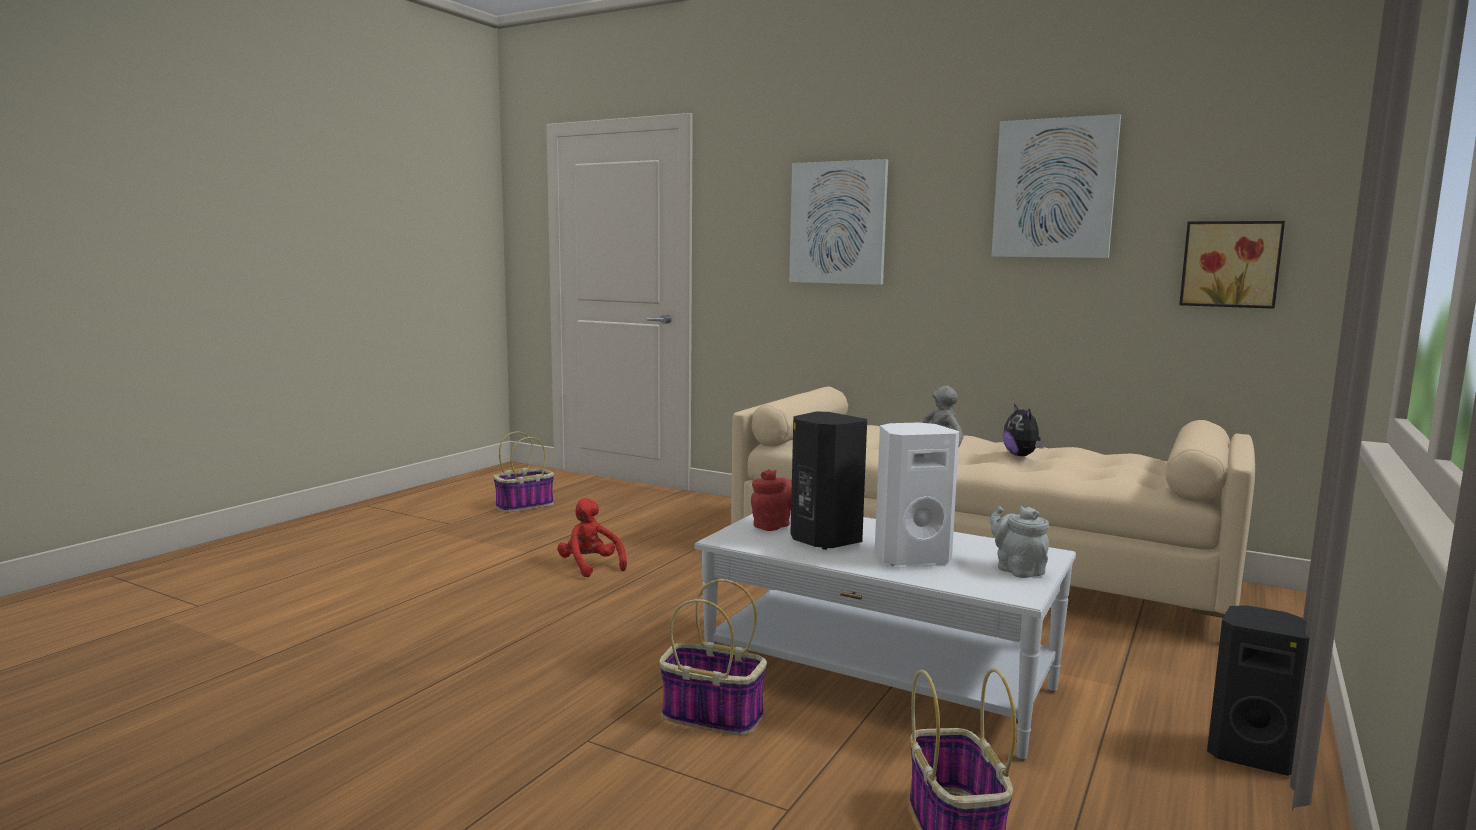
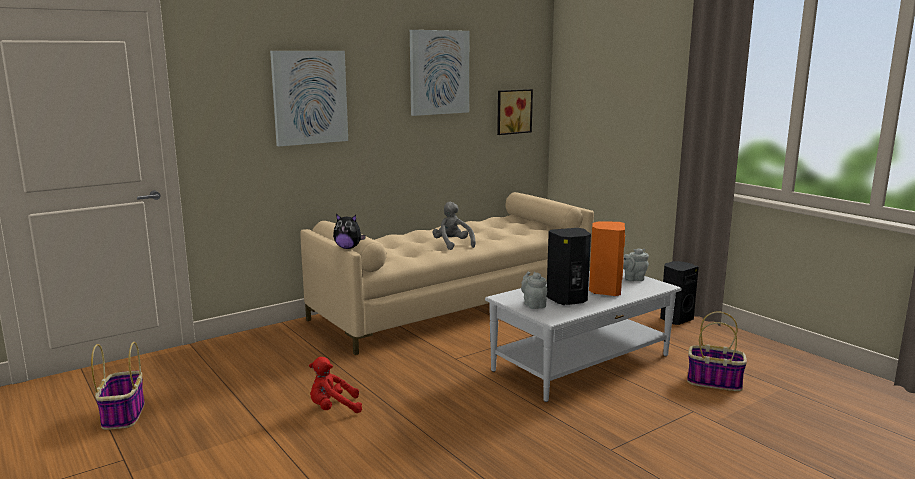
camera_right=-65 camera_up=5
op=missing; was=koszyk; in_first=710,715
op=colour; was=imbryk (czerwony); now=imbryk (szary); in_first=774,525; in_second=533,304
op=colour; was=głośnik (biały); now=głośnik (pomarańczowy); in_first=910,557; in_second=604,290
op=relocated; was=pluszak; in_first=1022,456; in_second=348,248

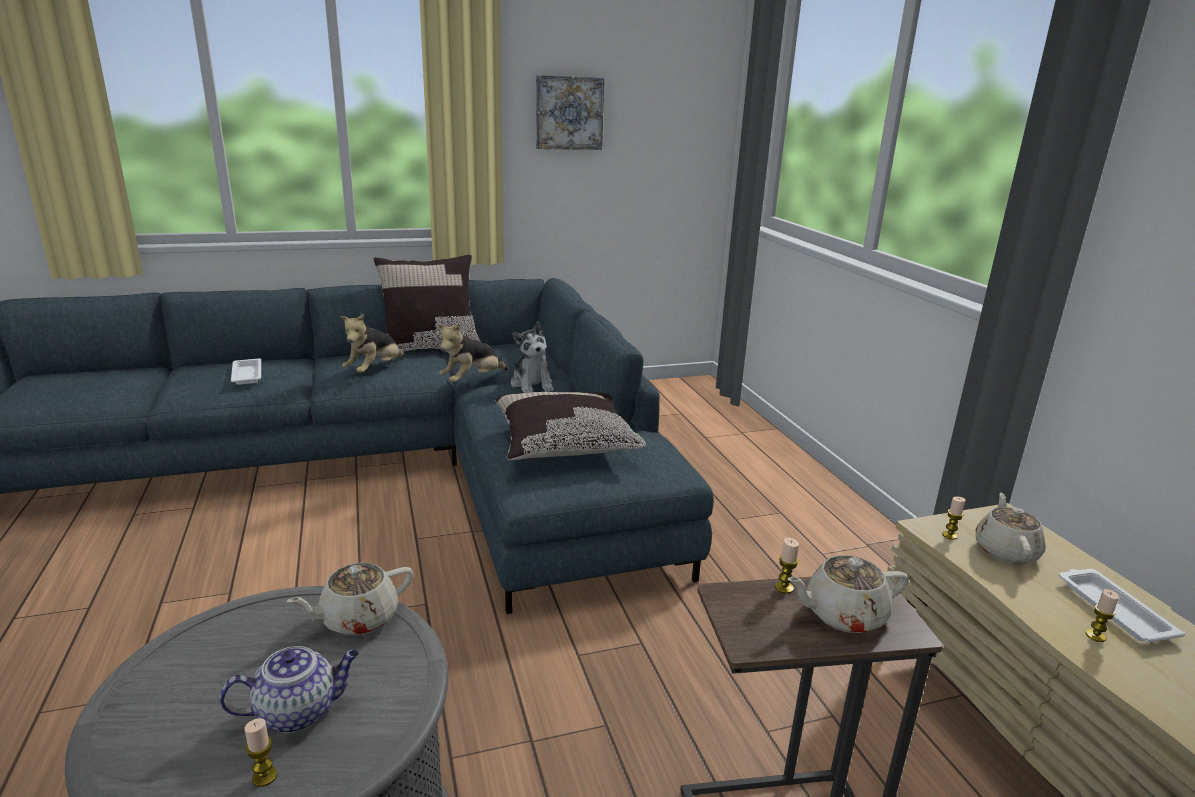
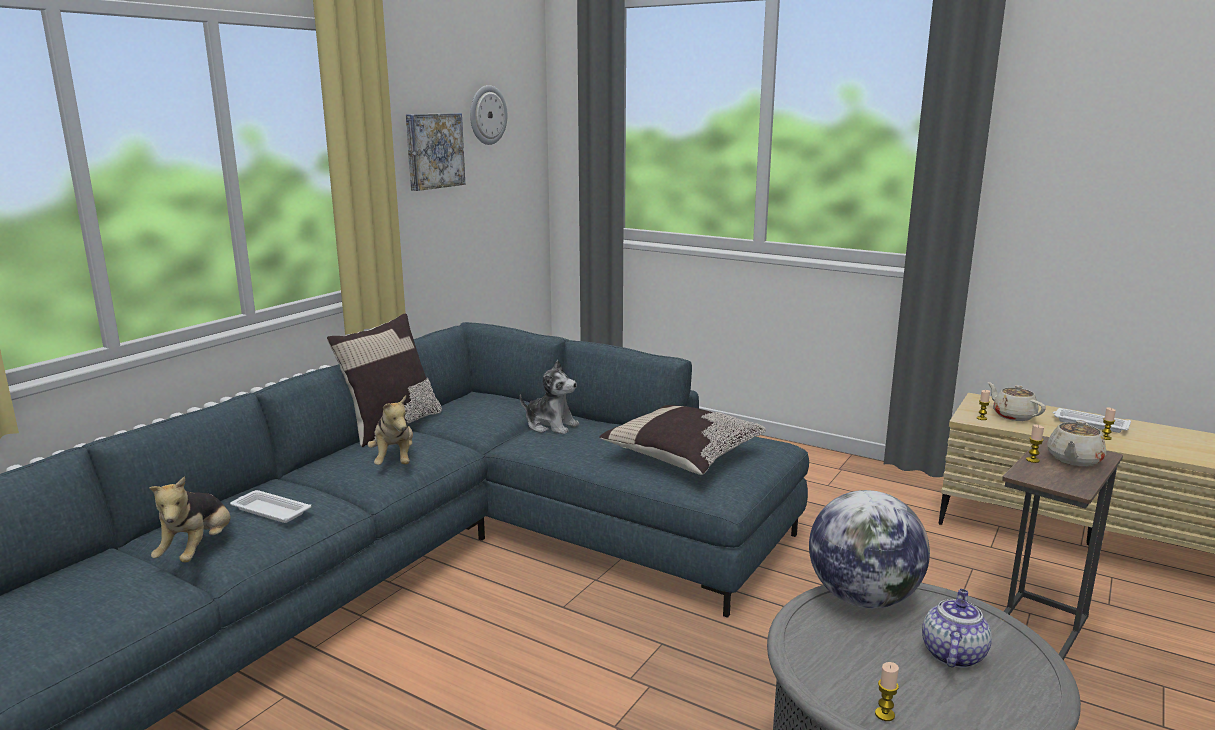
camera_right=-40 camera_up=-5
op=relocated; was=świeca; in_first=264,777; in_second=884,714
op=exchanged; was=imbryk (beżowy); now=globus; in_first=357,618; in_second=862,598
op=relocated; was=pluszak; in_first=472,380; in_second=198,550
op=appeared; now=zegar ścienny; in_second=487,115

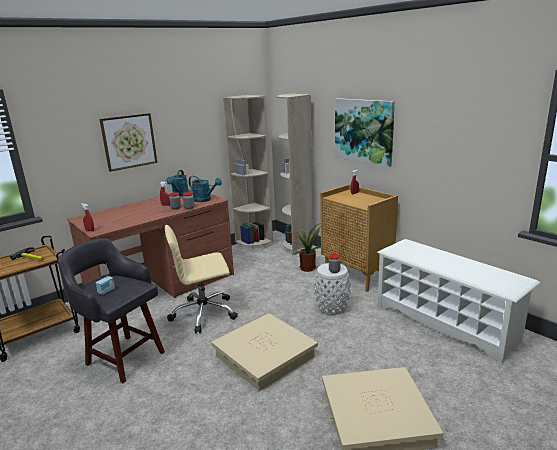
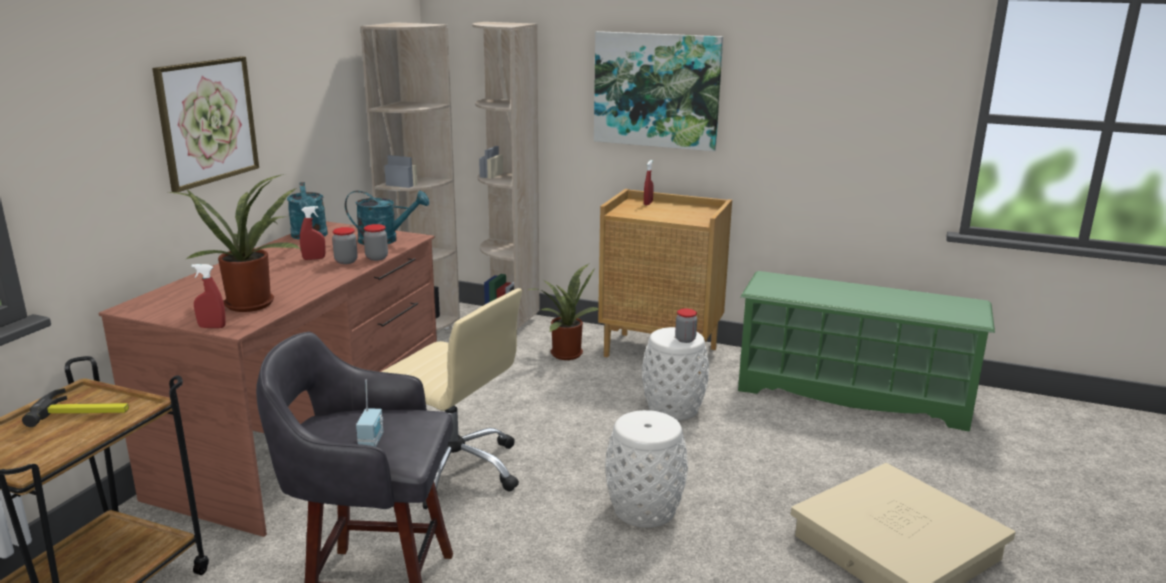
camera_right=-30 camera_up=0
op=spun; was=krzesło biurowe (beżowy); in_first=203,314; in_second=455,470; clockwise=-105
op=exchanged; was=pojemnik do przechowywania (beżowy); now=stołek (biały); in_first=264,356; in_second=644,510
op=colour; was=regał na buty (biały); now=regał na buty (zielony); in_first=446,322; in_second=853,394
op=appeared; now=roślina doniczkowa; in_second=252,302

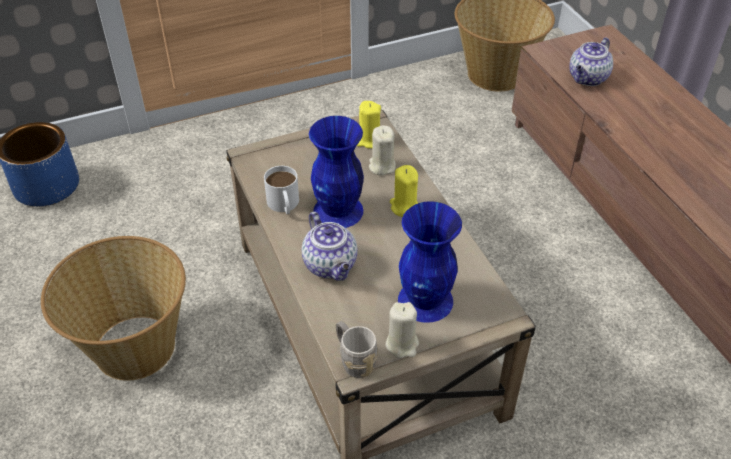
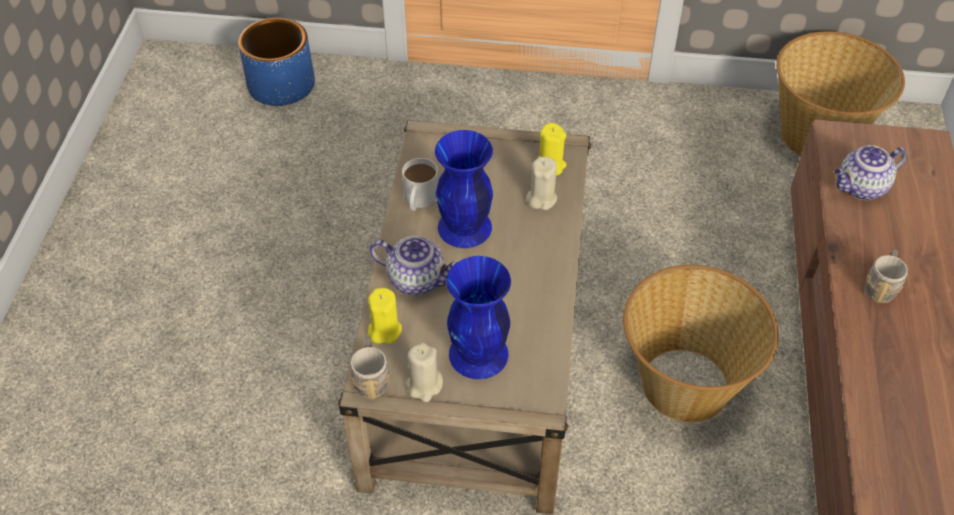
camera_right=30 camera_up=5
op=relocated; was=koszyk; in_first=133,346; in_second=684,383
op=spun; was=imbryk; in_first=331,266; in_second=418,279; clockwise=-75
op=relocated; was=świeca (żółty); in_first=404,207; in_second=384,330
op=appeared; now=kubek (szary); in_second=880,287

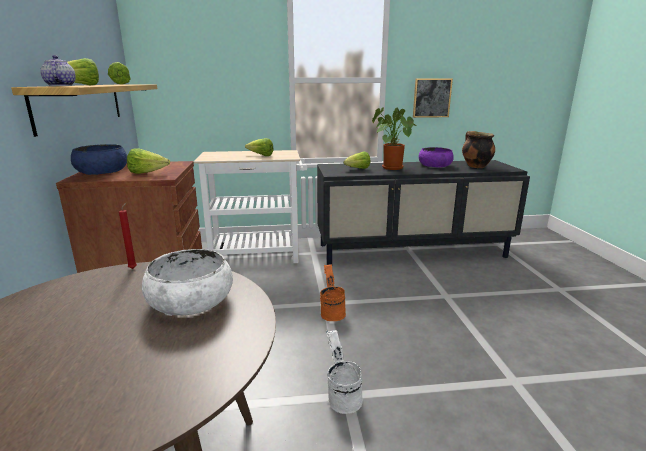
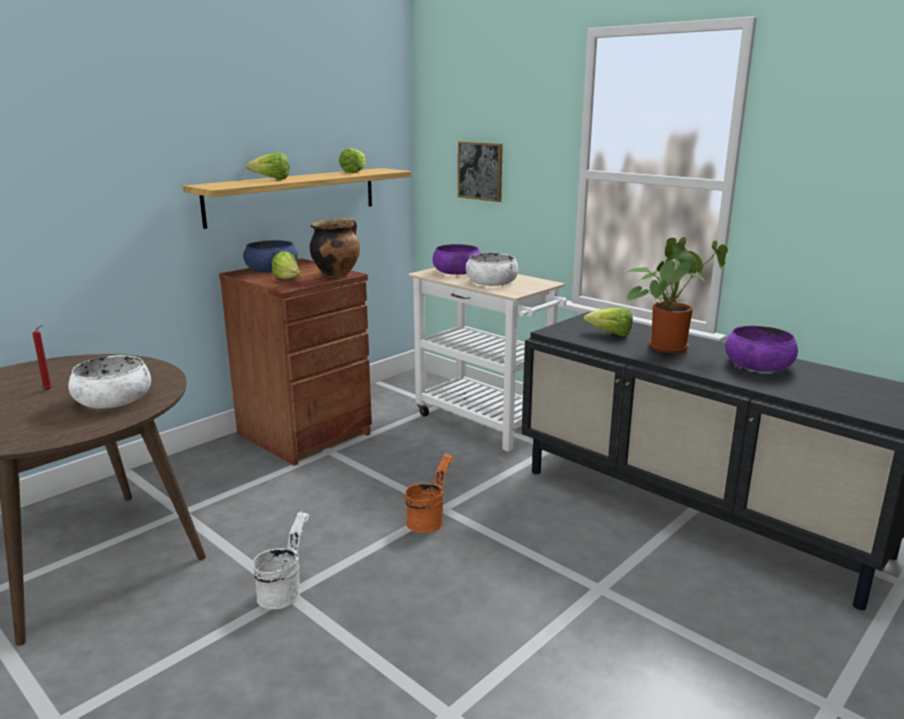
camera_right=50 camera_up=0
op=missing; was=imbryk; in_first=60,86
op=relocated; was=świeca (czerwony); in_first=133,268; in_second=49,389
op=exchanged; was=sałata; now=miska (biały); in_first=261,156; in_second=491,282
op=relocated; was=obraz; in_first=431,98; in_second=480,171
op=relocated; was=garnek; in_first=475,166; in_second=336,274
op=appeared; now=miska (fioletowy); in_second=457,271

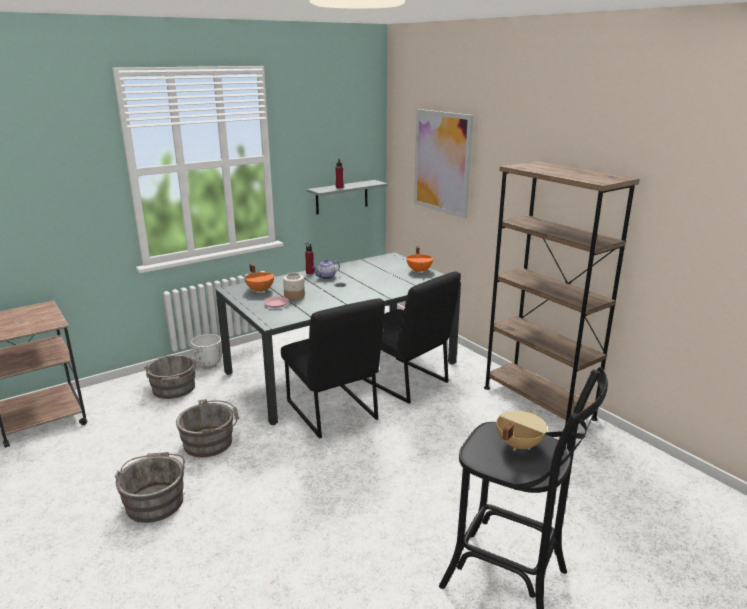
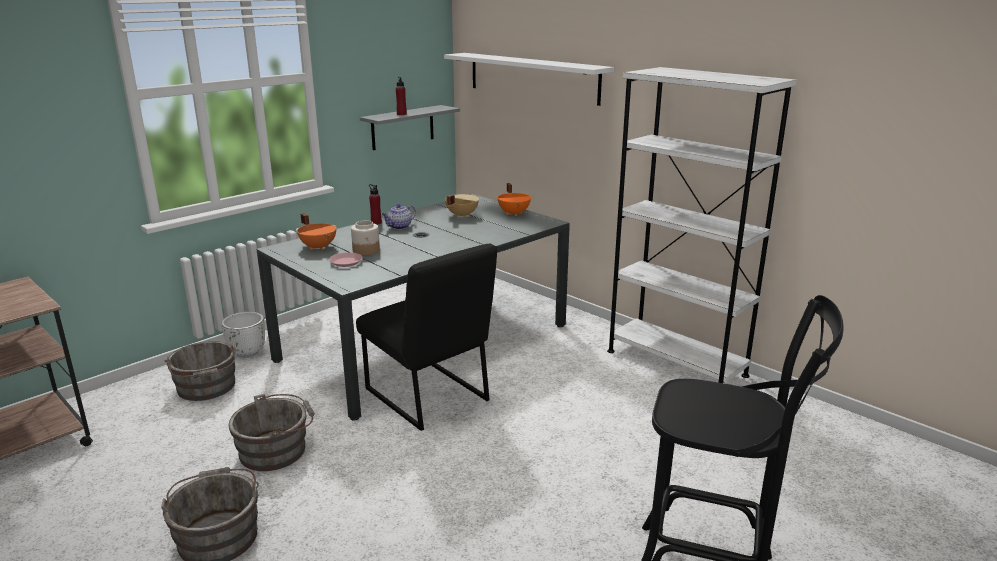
camera_right=-10 camera_up=0
op=missing; was=krzesło (czarny); in_first=404,380
op=exchanged; was=obraz; now=półka (biały); in_first=442,162; in_second=532,77
op=colour; was=regał (brązowy); now=regał (biały); in_first=538,403; in_second=675,363
op=relocated; was=garnek (beżowy); in_first=518,445; in_second=461,215

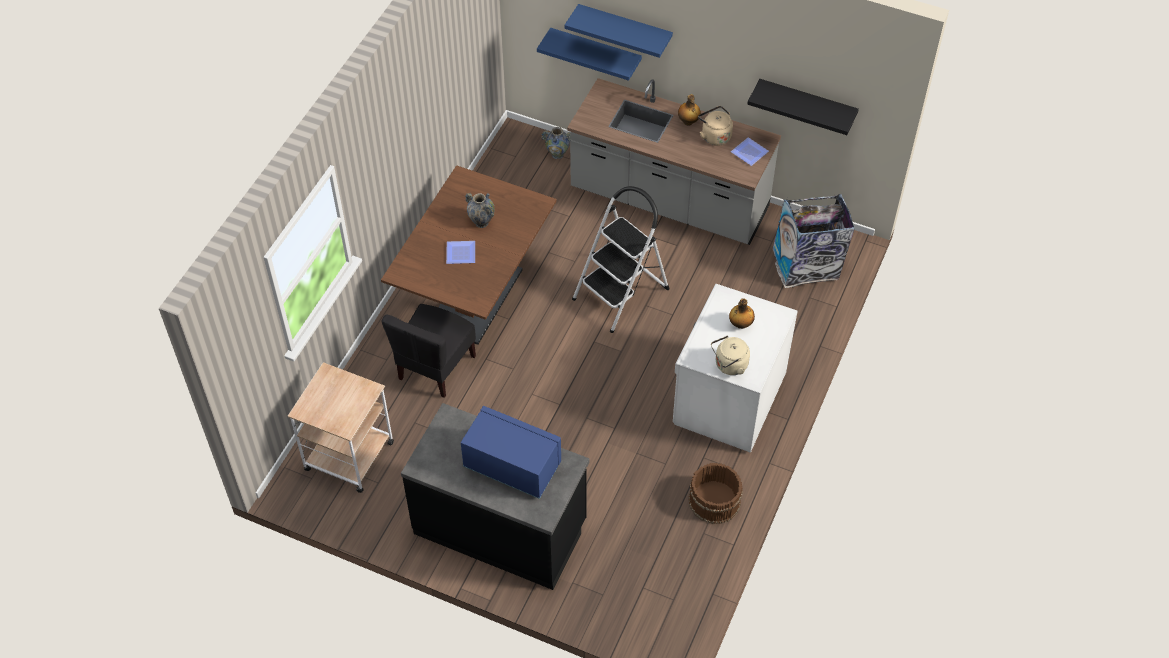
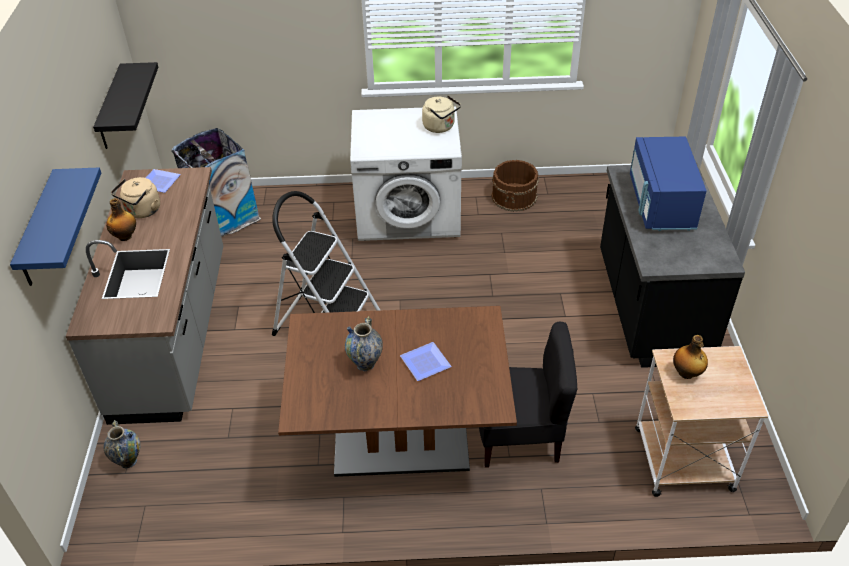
camera_right=-115 camera_up=-10
op=missing; was=półka (niebieski); in_first=595,51
op=relocated; was=butelka; in_first=740,324; in_second=686,373

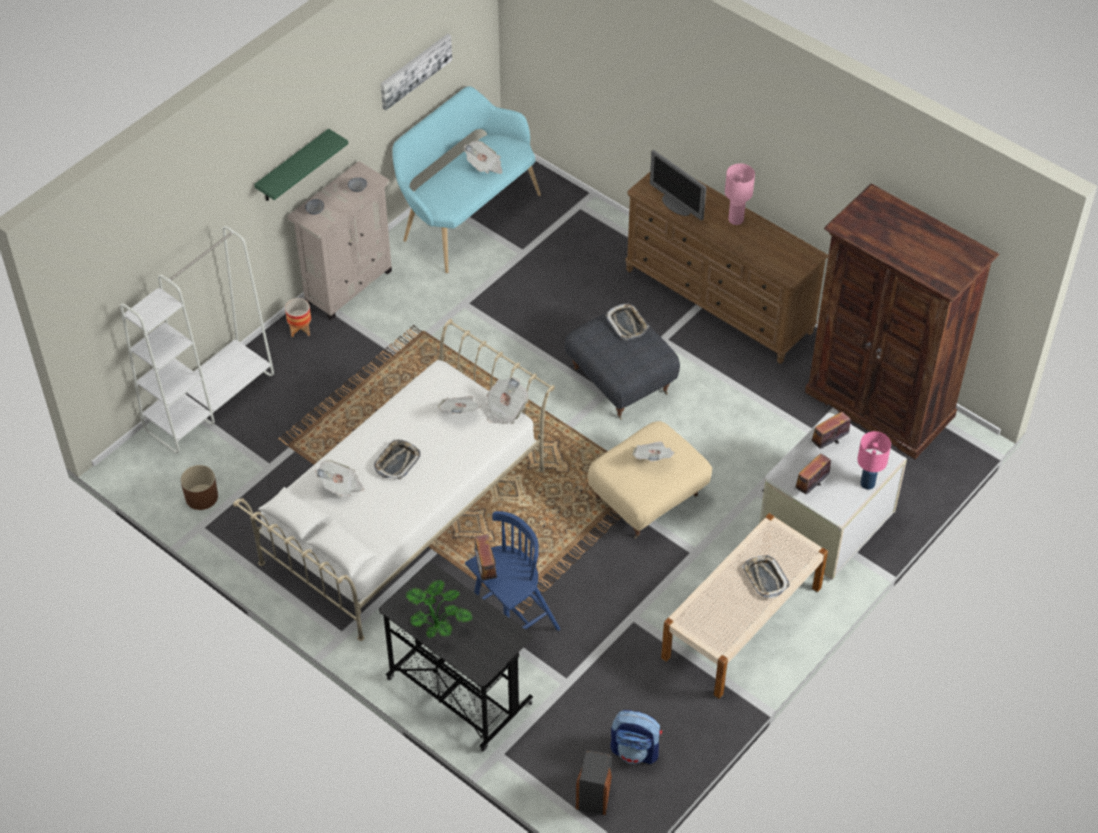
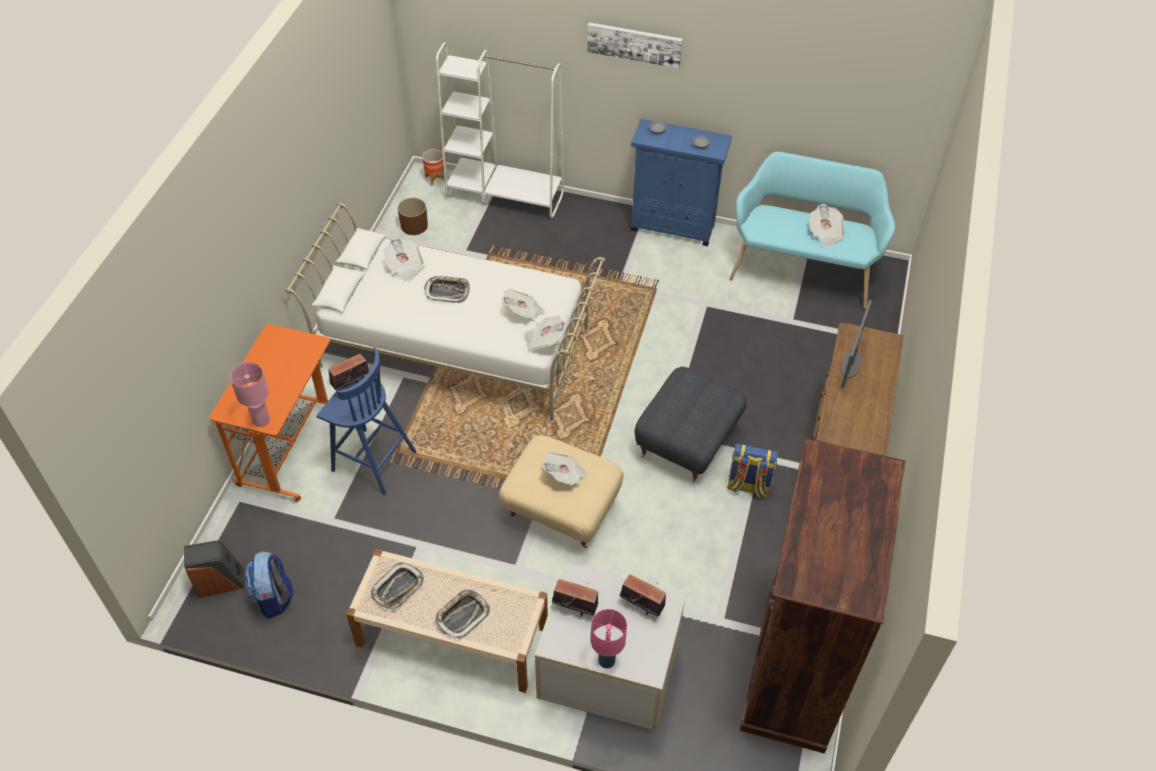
camera_right=65 camera_up=0
op=missing; was=półka (zielony); in_first=293,167
op=relocated; was=donica; in_first=300,329; in_second=435,178
op=colour; was=szafka (beżowy); now=szafka (niebieski); in_first=348,285; in_second=674,227
op=colour; was=biurko (czarny); now=biurko (pomarańczowy); in_first=459,691; in_second=292,448
op=relocated; was=obraz; in_first=415,70; in_second=634,44
op=missing; was=roślina doniczkowa; in_first=438,623
op=relocated; was=taca; in_first=627,324; in_second=398,588
op=relocated; was=lampa stołowa (różowy); in_first=735,219; in_second=261,420
op=appeared; now=plecak; in_second=748,486

